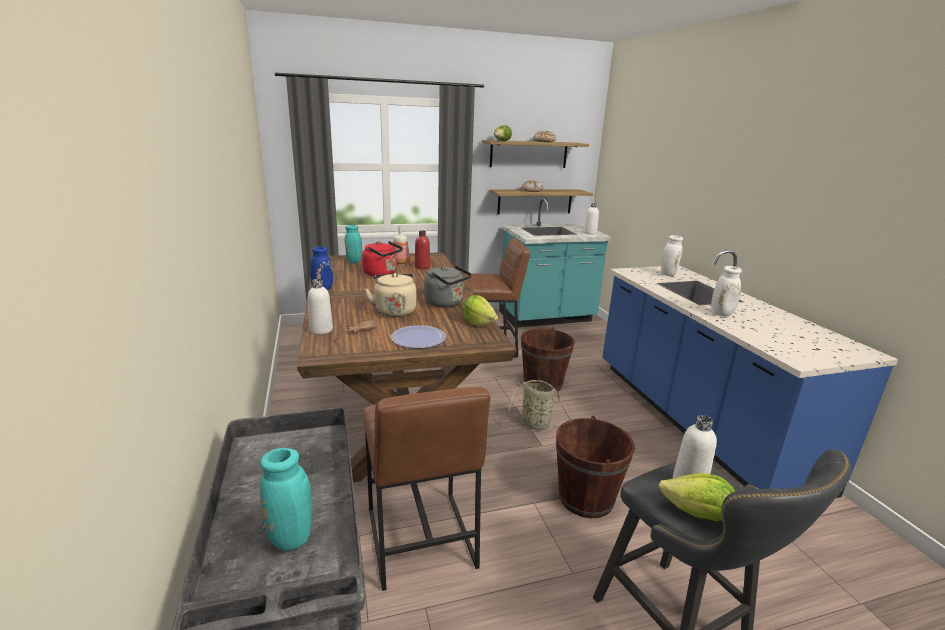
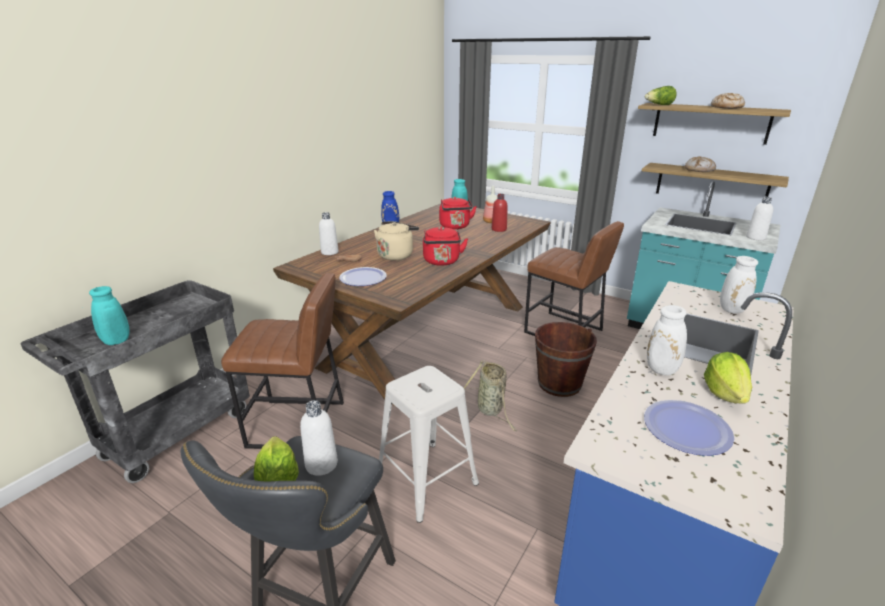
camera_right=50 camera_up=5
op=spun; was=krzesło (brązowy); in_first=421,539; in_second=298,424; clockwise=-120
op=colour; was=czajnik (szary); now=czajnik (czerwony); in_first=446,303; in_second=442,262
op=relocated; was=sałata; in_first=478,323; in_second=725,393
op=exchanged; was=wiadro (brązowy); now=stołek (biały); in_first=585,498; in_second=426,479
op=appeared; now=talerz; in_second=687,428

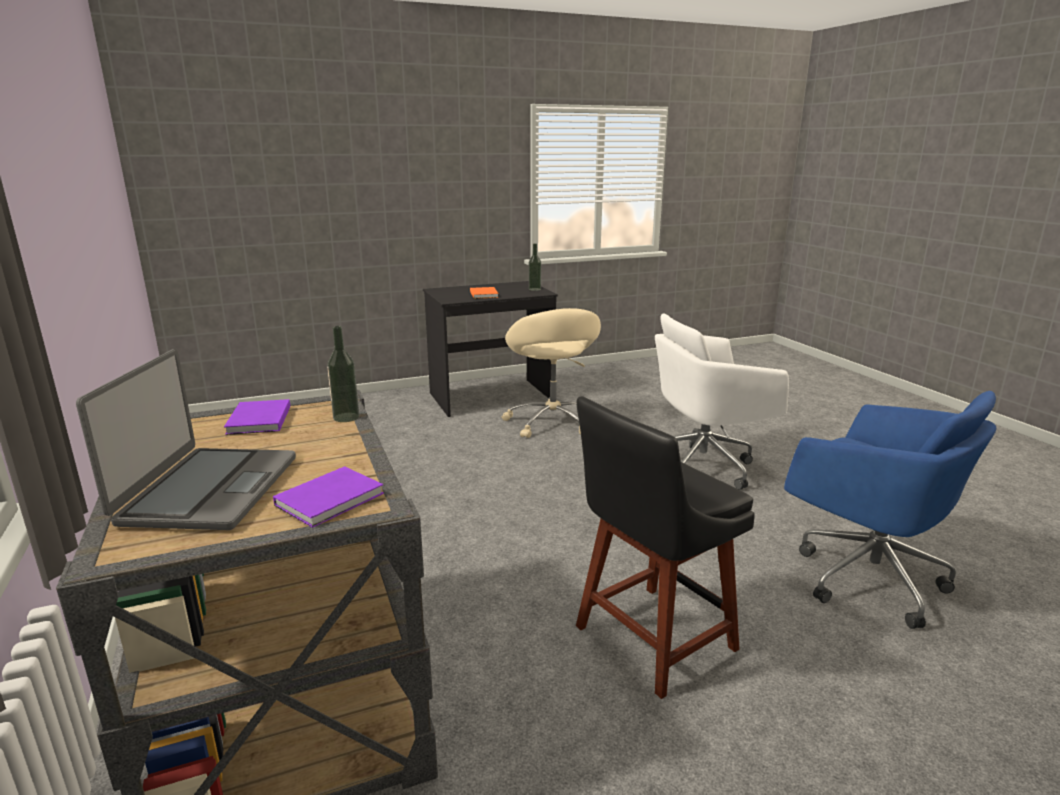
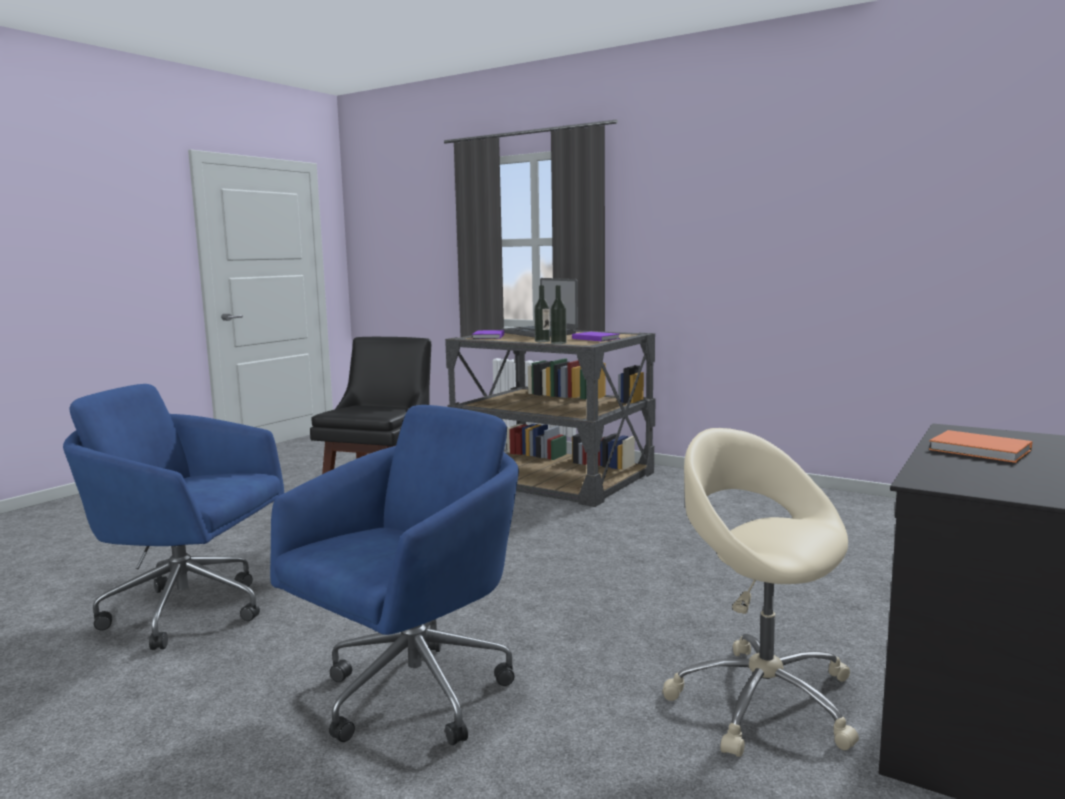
camera_right=145 camera_up=-10
op=relocated; was=butelka; in_first=534,289; in_second=542,341
op=colour; was=krzesło biurowe (biały); now=krzesło biurowe (niebieski); in_first=706,467; in_second=408,700

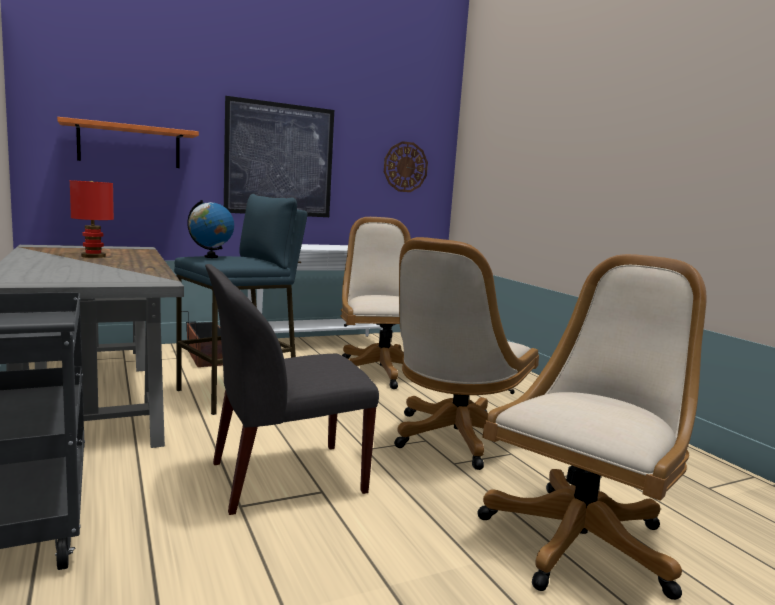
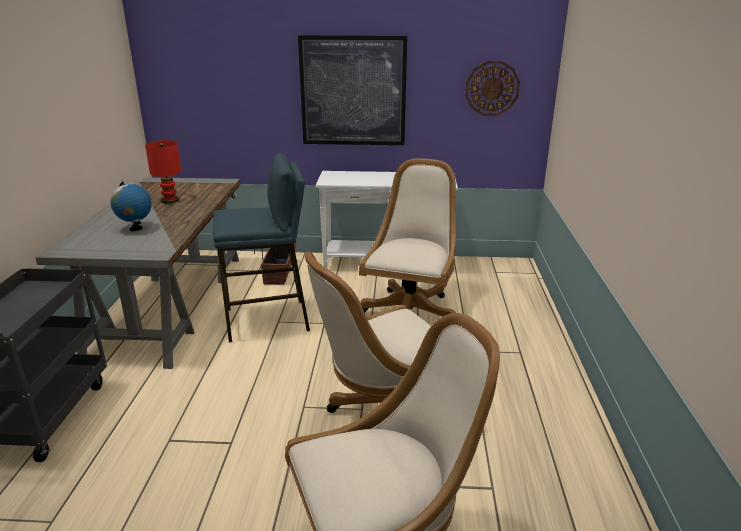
camera_right=30 camera_up=15
op=missing; was=półka (pomarańczowy); in_first=129,146
op=relocated; was=globus; in_first=211,257; in_second=136,229
op=missing; was=krzesło (szary); in_first=283,478

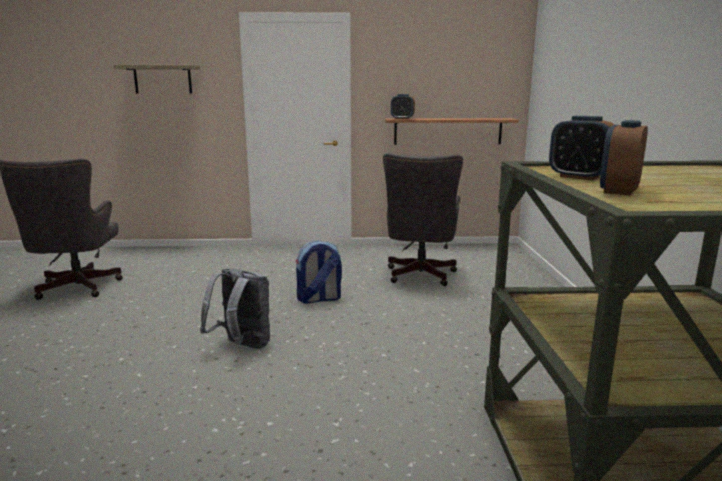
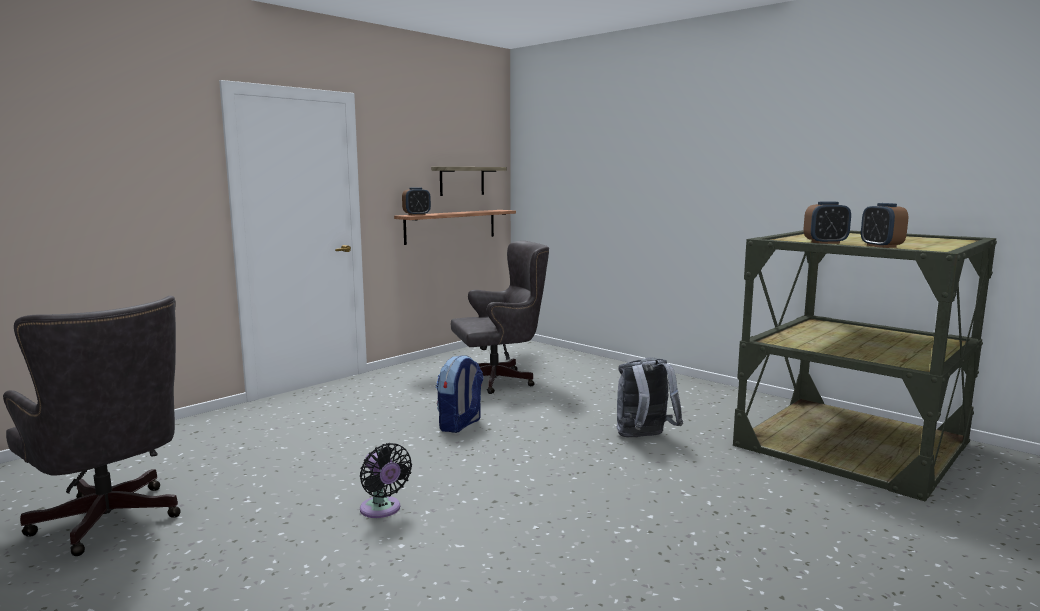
camera_right=-45 camera_up=-5
op=relocated; was=półka; in_first=163,79; in_second=462,181
op=relocated; was=plecak (szary); in_first=242,346; in_second=644,438
op=spun; was=krzesło biurowe (szary); in_first=420,276; in_second=500,381; clockwise=-75
op=appeared; now=wentylator (czarny); in_second=382,510

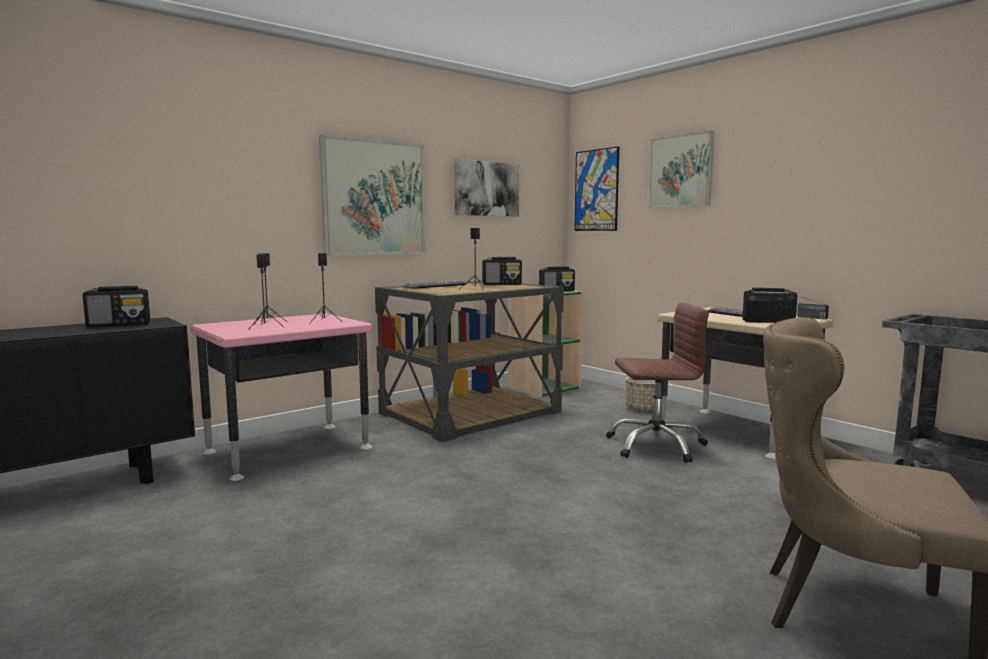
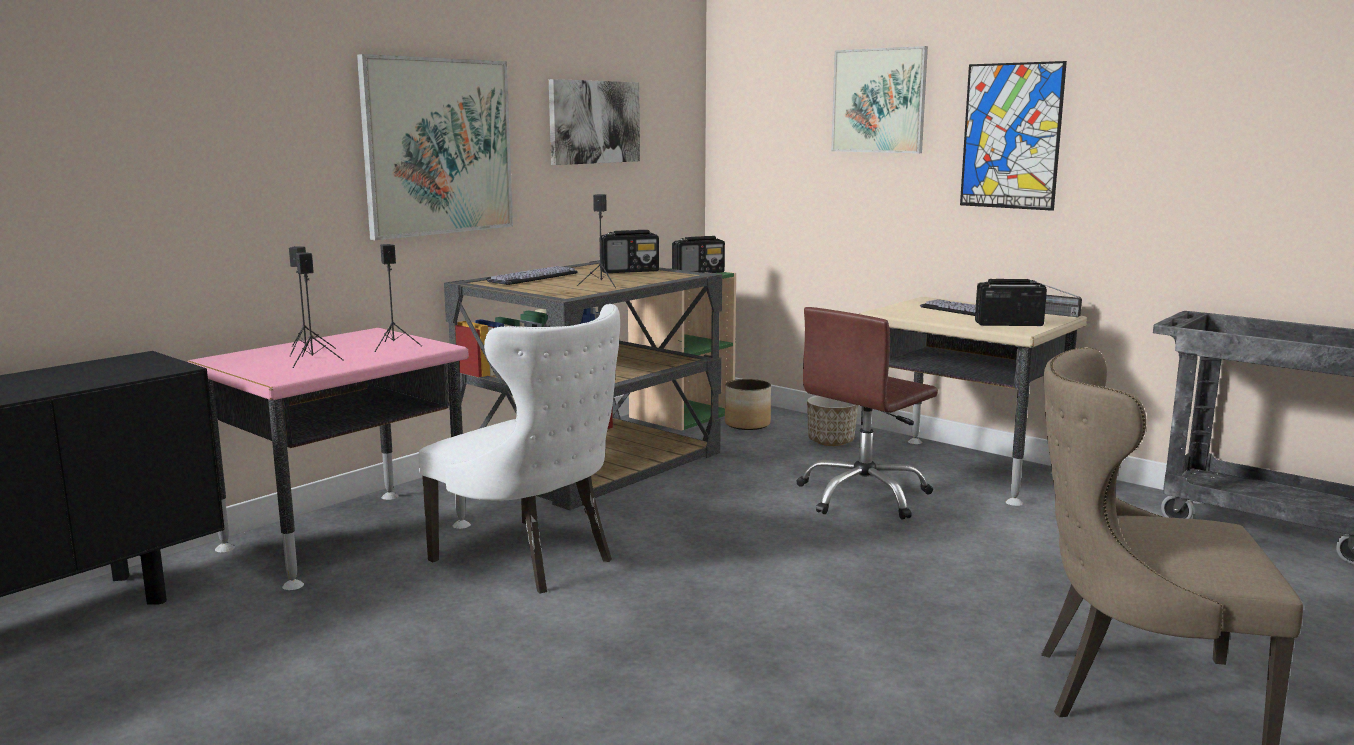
camera_right=-10 camera_up=5
op=missing; was=radio; in_first=119,325
op=relocated; was=obraz; in_first=596,190; in_second=1011,136
op=spun; was=krzesło biurowe (brązowy); in_first=656,445; in_second=864,496; clockwise=150
op=appeared; now=krzesło (biały); in_second=532,559
op=appeared; now=donica; in_second=747,424

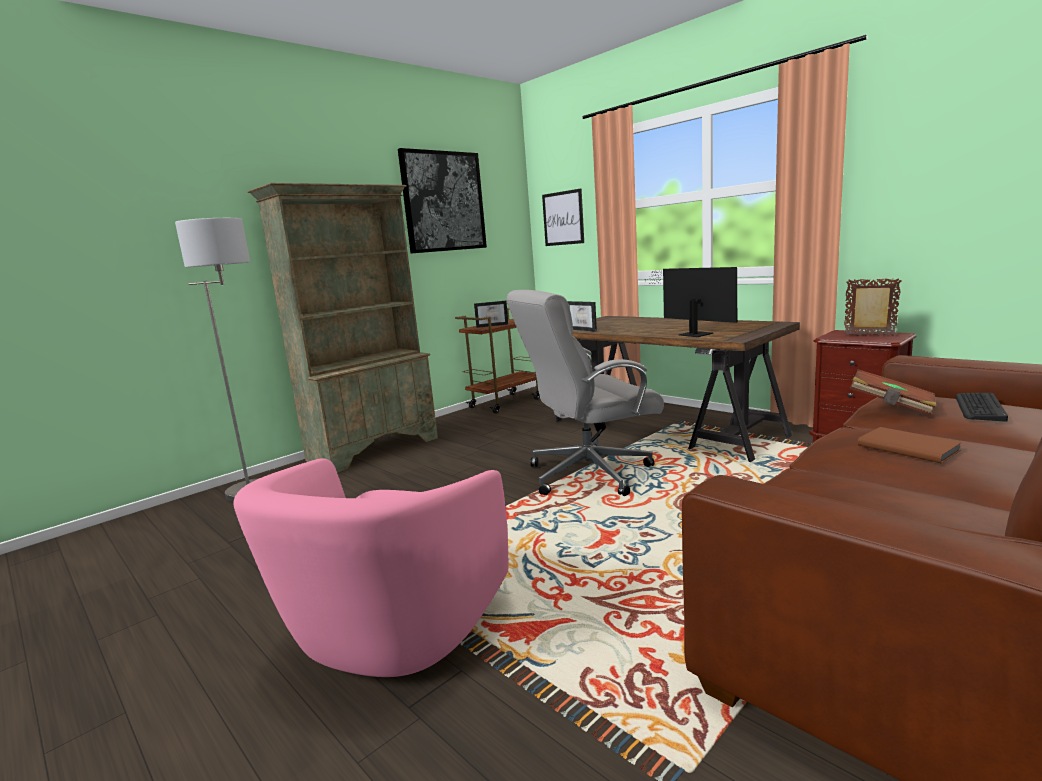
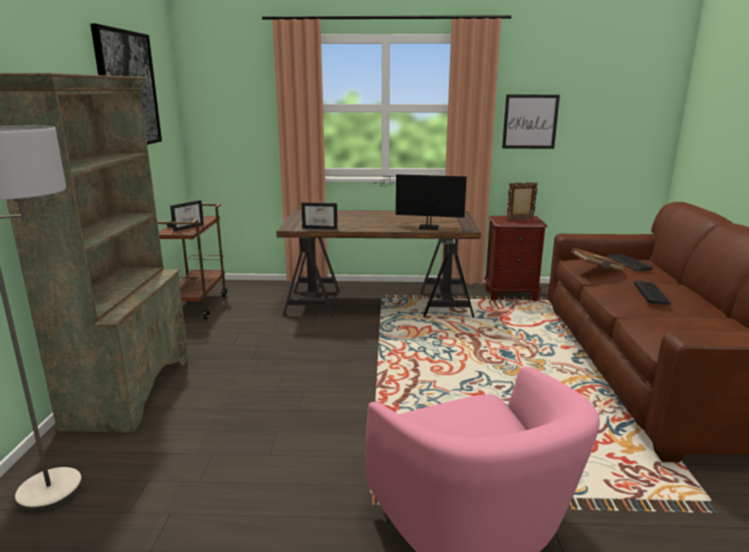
camera_right=-45 camera_up=5
op=missing; was=krzesło biurowe (szary); in_first=590,473
op=relocated; was=obraz; in_first=563,218; in_second=530,121
op=exchanged; was=książka (brązowy); now=klawiatura; in_first=907,447; in_second=651,293

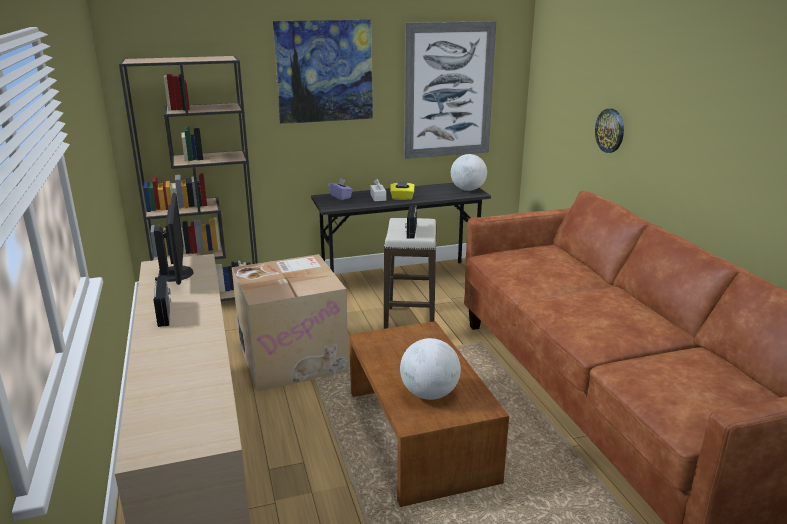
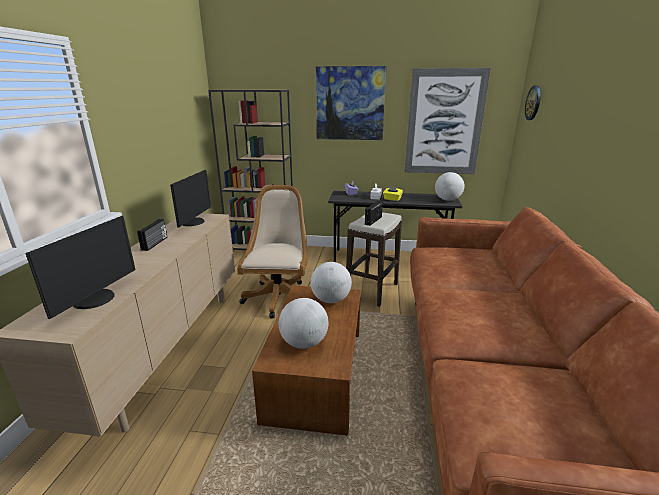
camera_right=25 camera_up=0
op=exchanged; was=karton; now=krzesło biurowe; in_first=293,357; in_second=278,295
op=relocated; was=zegar ścienny; in_first=610,130; in_second=533,103
op=appeared; now=monitor; in_second=95,299
op=appeared; now=globus; in_second=331,300

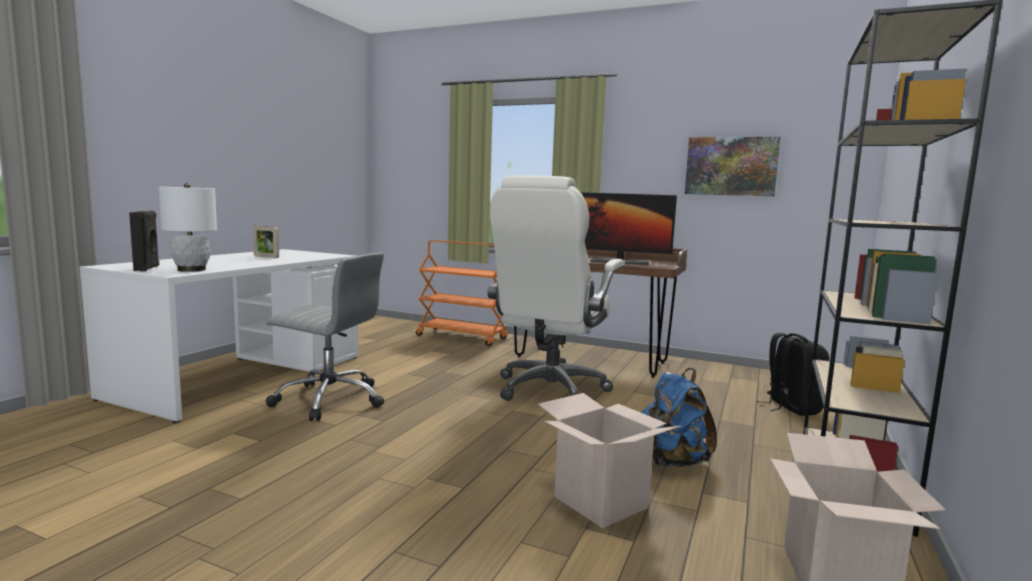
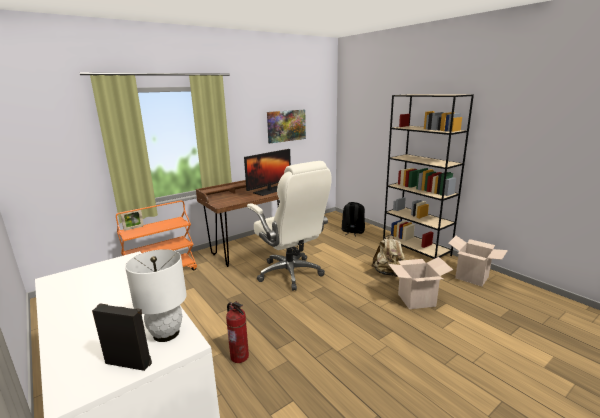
camera_right=-60 camera_up=10
op=relocated; was=ramka na zdjęcie; in_first=266,257; in_second=133,228
op=exchanged; was=krzesło biurowe (szary); now=gaśnica; in_first=330,400; in_second=240,356
op=colour; was=plecak (niebieski); now=plecak (beżowy); in_first=672,462; in_second=388,273

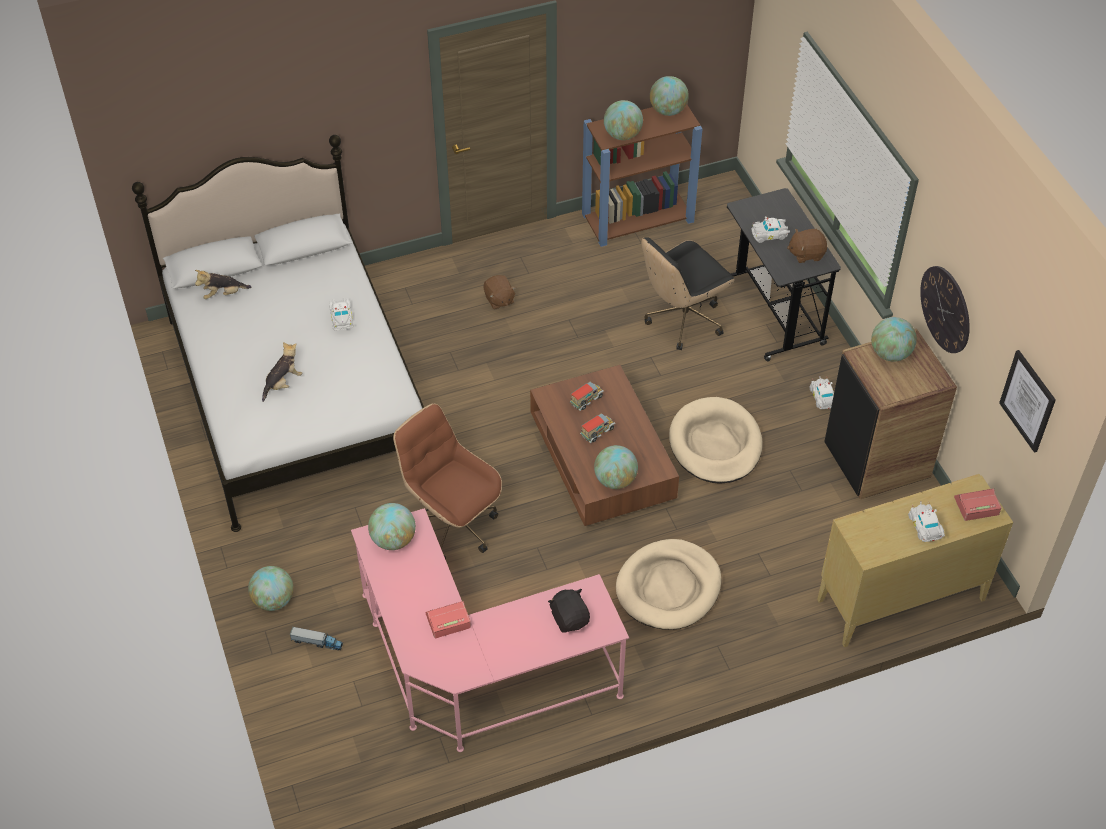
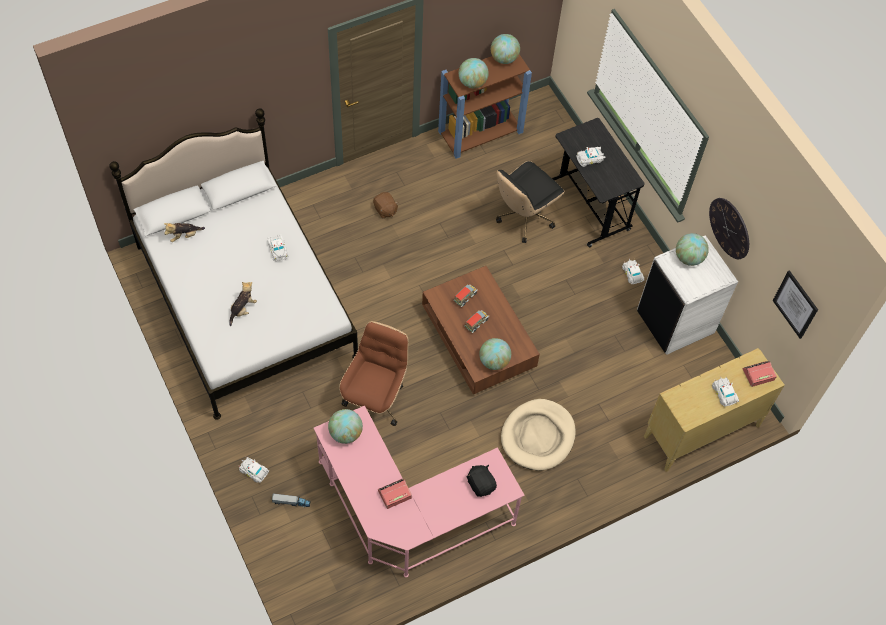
camera_right=-10 camera_up=10
op=exchanged; was=globus; now=samochodzik (biały); in_first=273,600; in_second=254,472
op=spun; was=krzesło biurowe (brązowy); in_first=452,525; in_second=376,400; clockwise=75
op=missing; was=legowisko (beżowy); in_first=715,444
op=missing; was=pluszak (brązowy); in_first=806,254
op=colour; was=szafka (brązowy); now=szafka (biały); in_first=877,459; in_second=675,321

